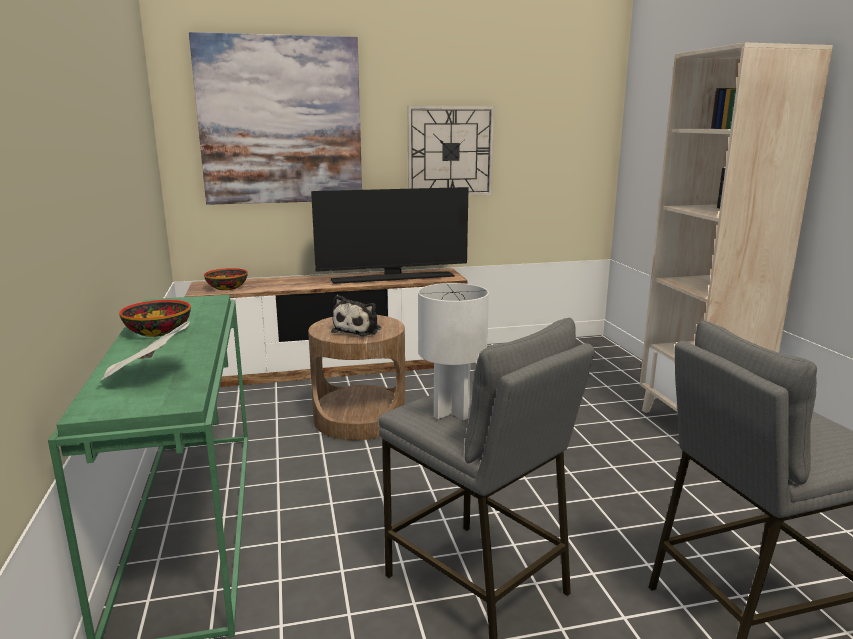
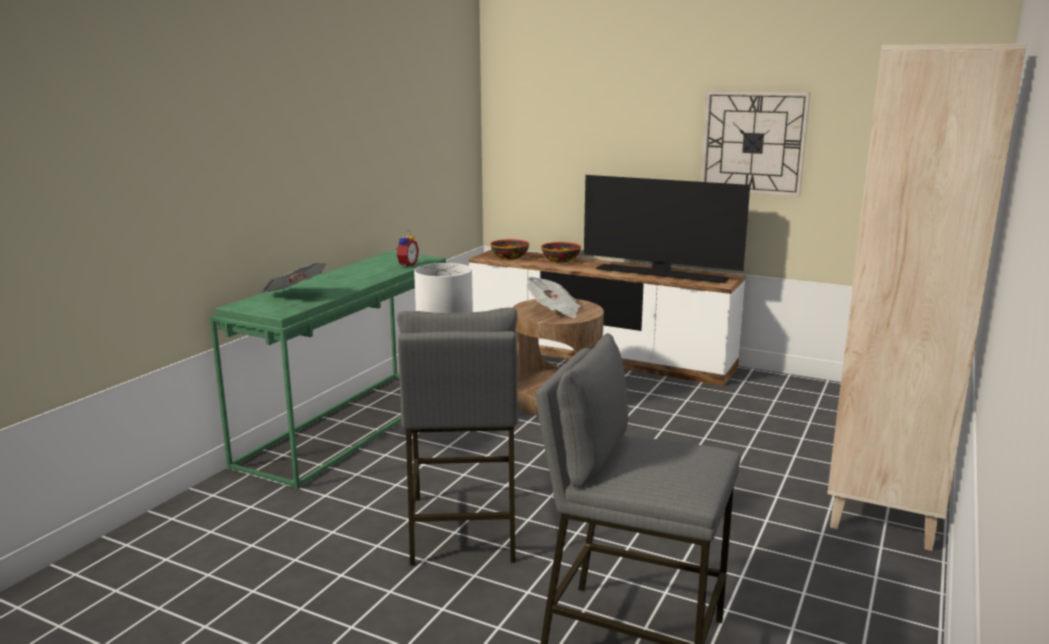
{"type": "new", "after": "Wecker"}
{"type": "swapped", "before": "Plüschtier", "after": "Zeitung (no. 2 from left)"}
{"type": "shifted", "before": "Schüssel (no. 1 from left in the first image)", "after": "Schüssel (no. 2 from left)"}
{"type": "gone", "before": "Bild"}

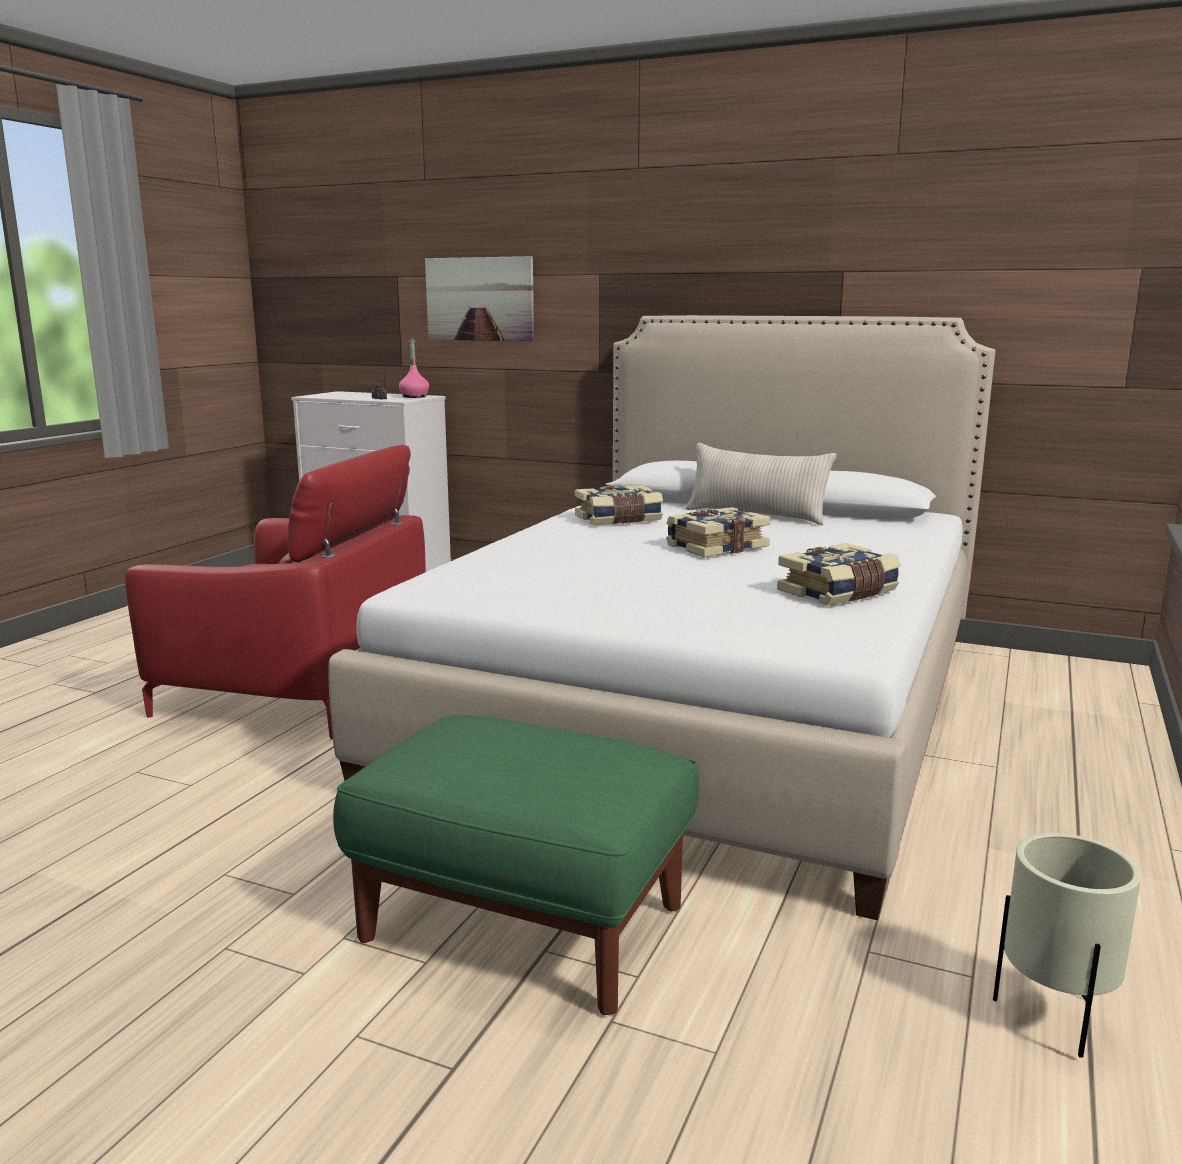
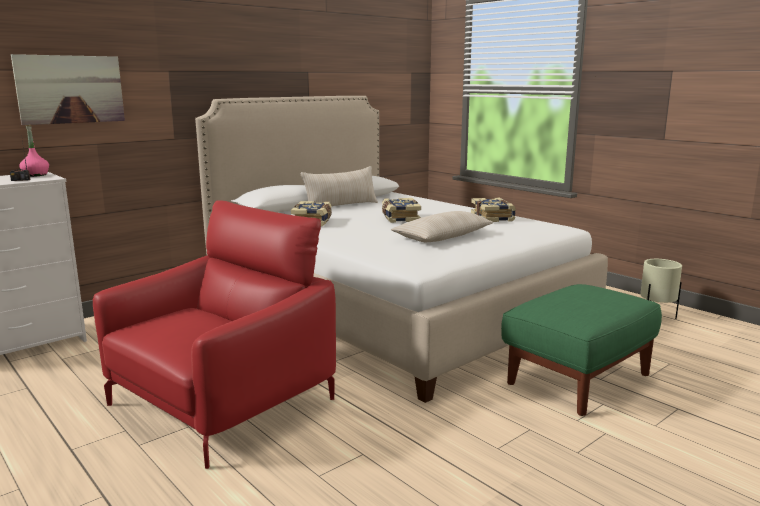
{"type": "new", "after": "Kissen [beige] (no. 2 from left)"}

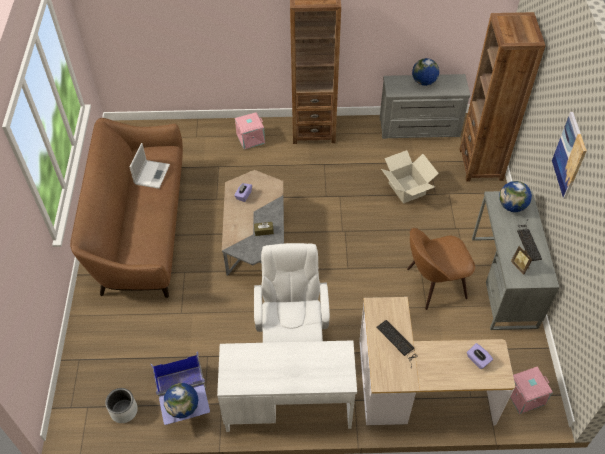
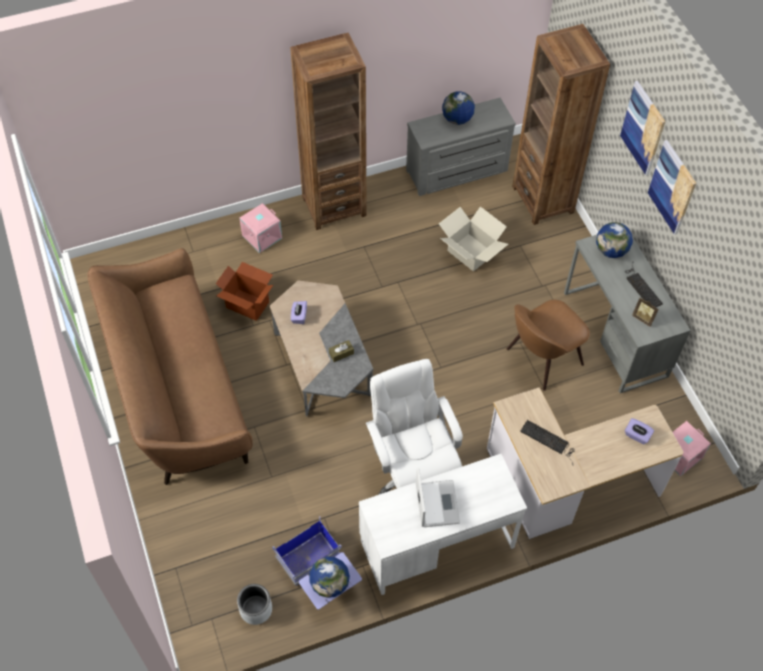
{"type": "new", "after": "Karton (no. 1 from left)"}
{"type": "shifted", "before": "Laptop"}
{"type": "new", "after": "Bild (no. 1 from left)"}

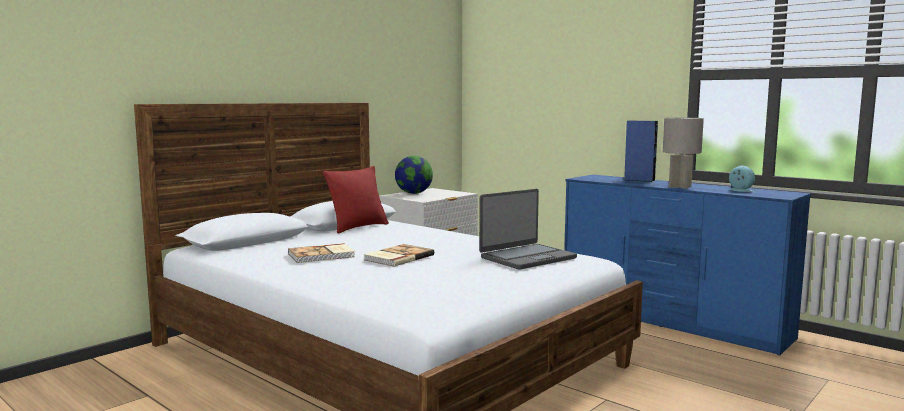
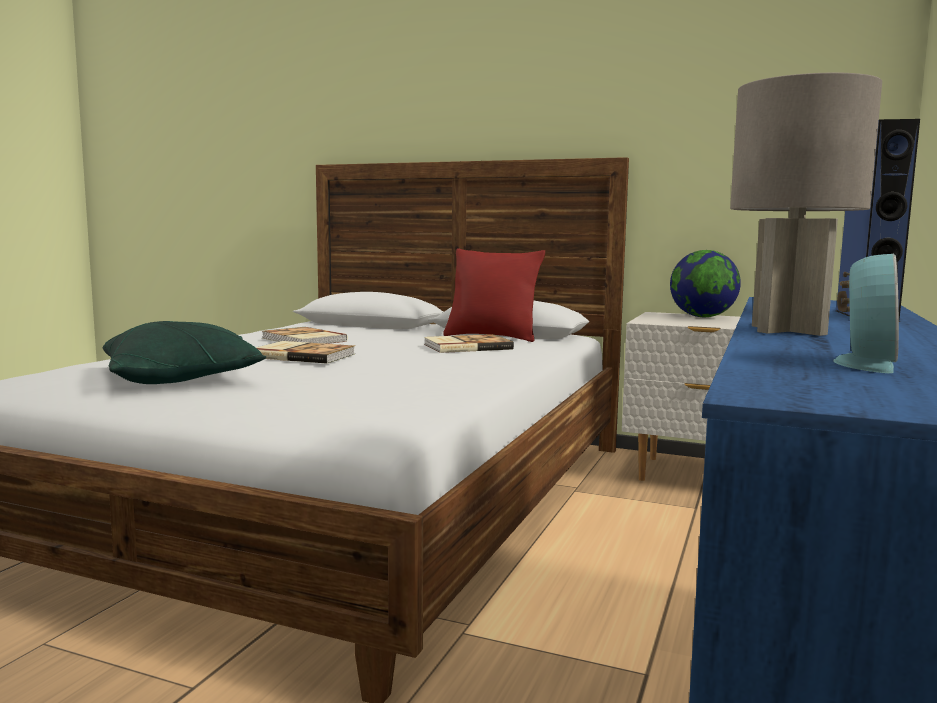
{"type": "new", "after": "Kissen [grün]"}
{"type": "new", "after": "Buch (no. 3 from left)"}
{"type": "gone", "before": "Laptop"}

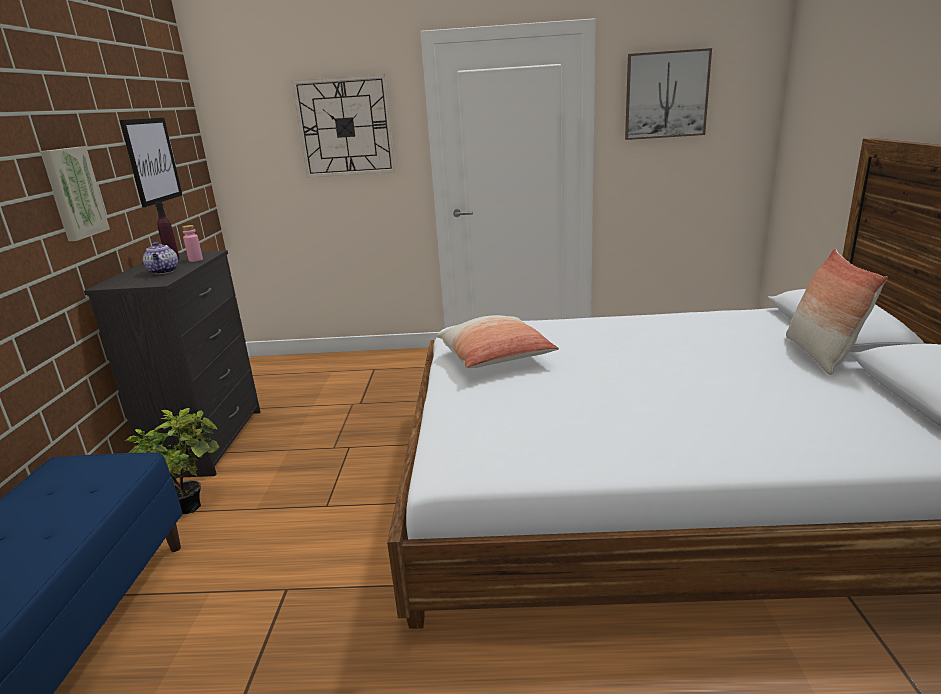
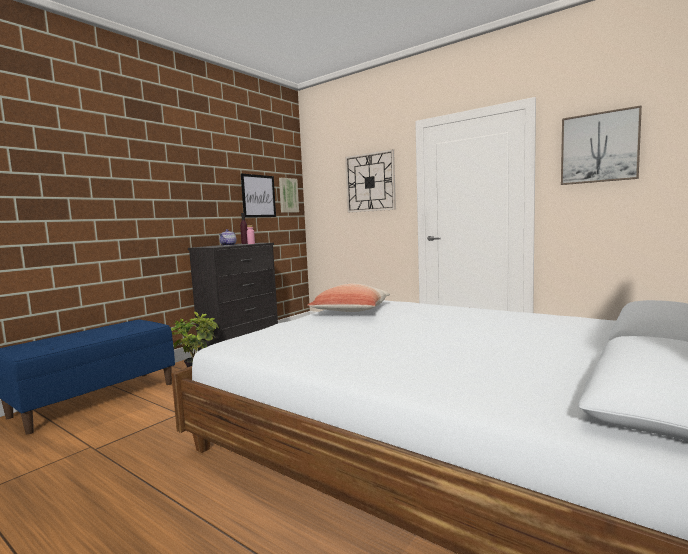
{"type": "shifted", "before": "Bild (no. 1 from left in the first image)", "after": "Bild (no. 2 from left)"}
{"type": "gone", "before": "Kissen (no. 2 from left)"}

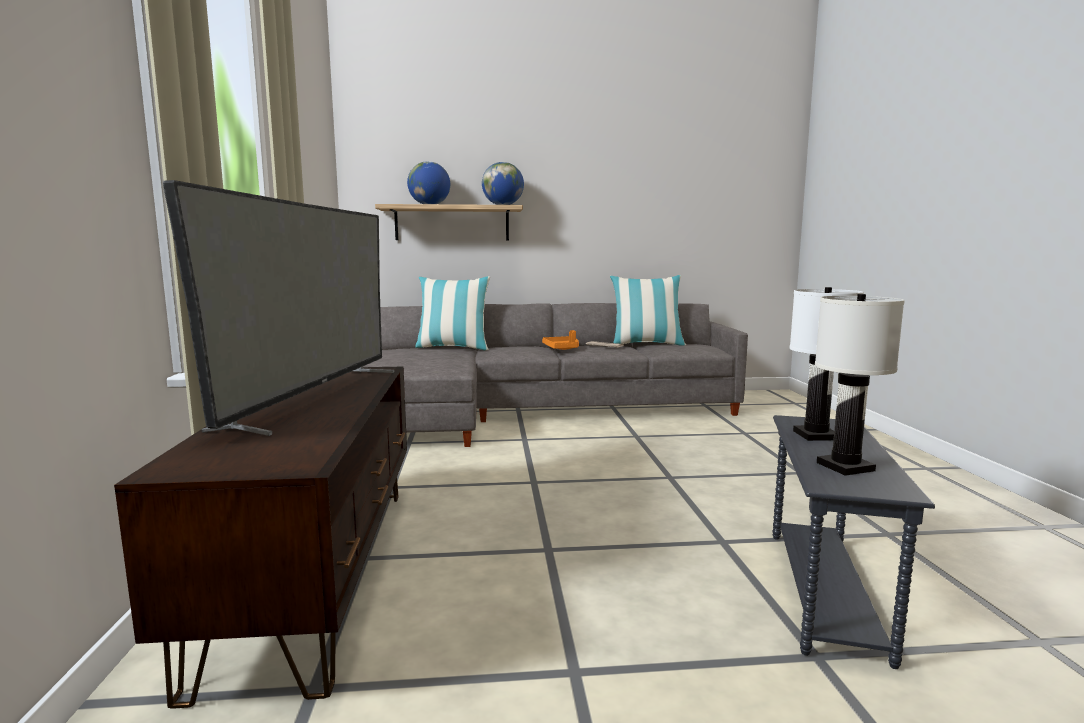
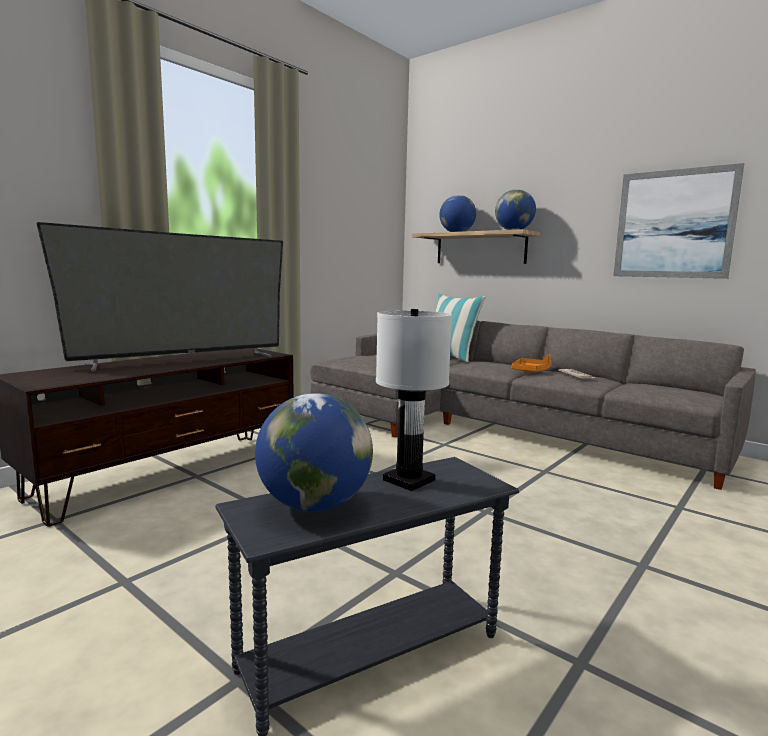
{"type": "swapped", "before": "Tischlampe [weiß] (no. 2 from left)", "after": "Globus (no. 1 from left)"}
{"type": "new", "after": "Bild"}
{"type": "gone", "before": "Kissen (no. 2 from left)"}

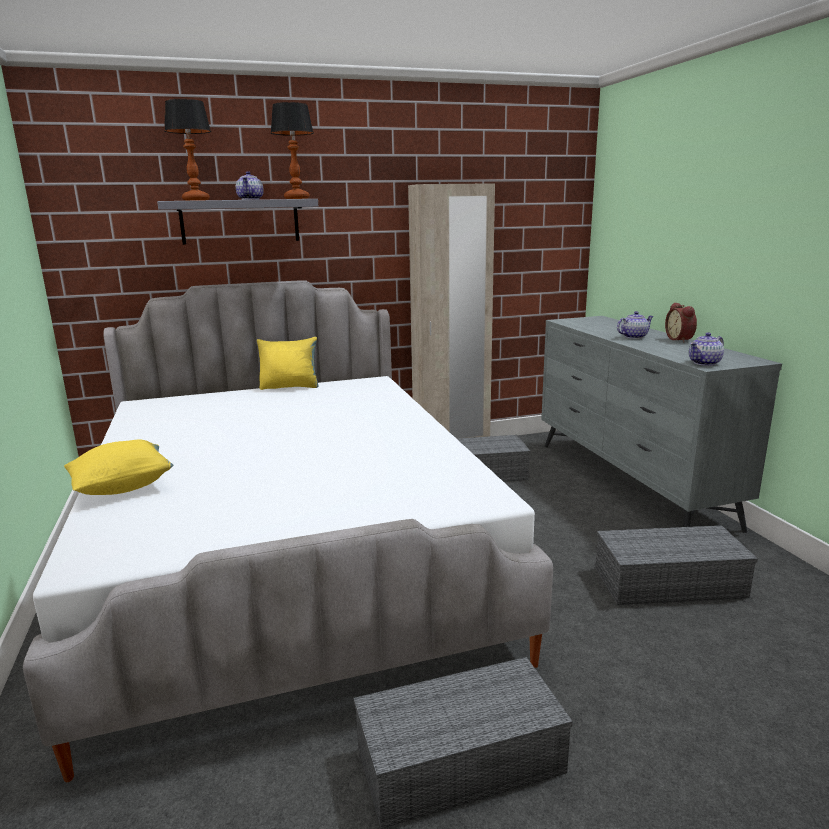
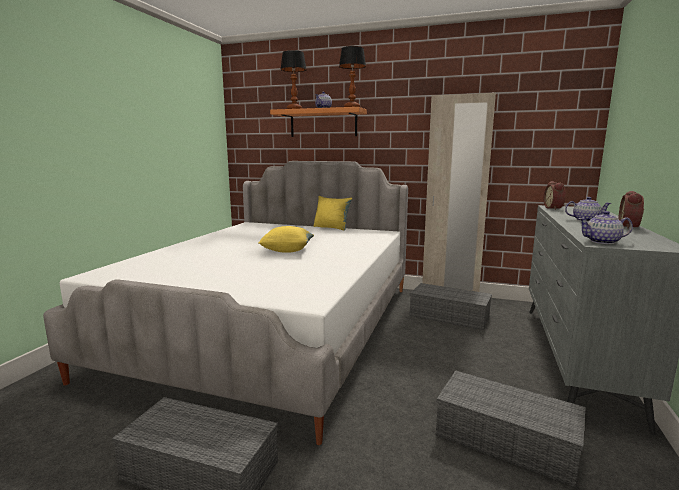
{"type": "shifted", "before": "Kissen [gelb] (no. 1 from left)"}
{"type": "repainted", "before": "Wandregal [grau]", "after": "Wandregal [orange]"}
{"type": "new", "after": "Wecker (no. 1 from left)"}

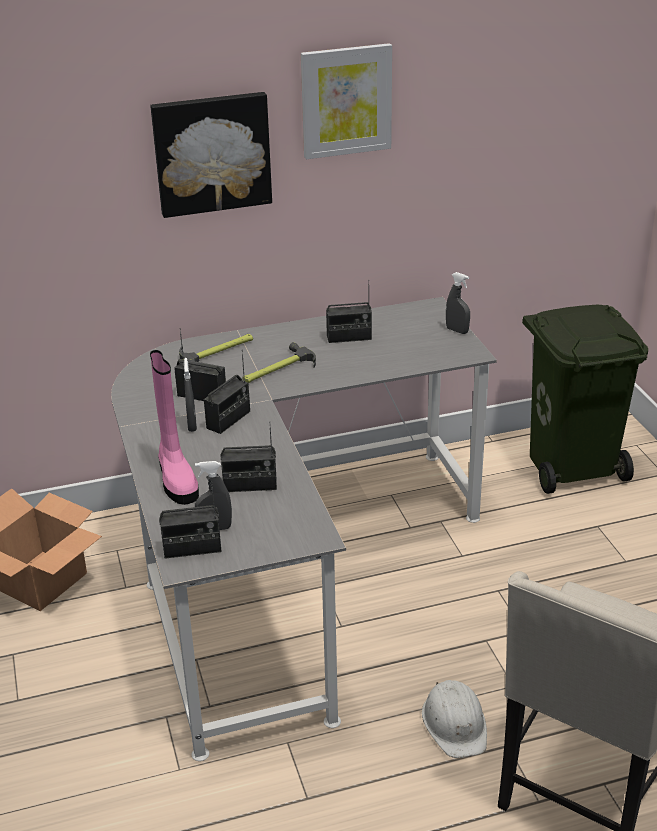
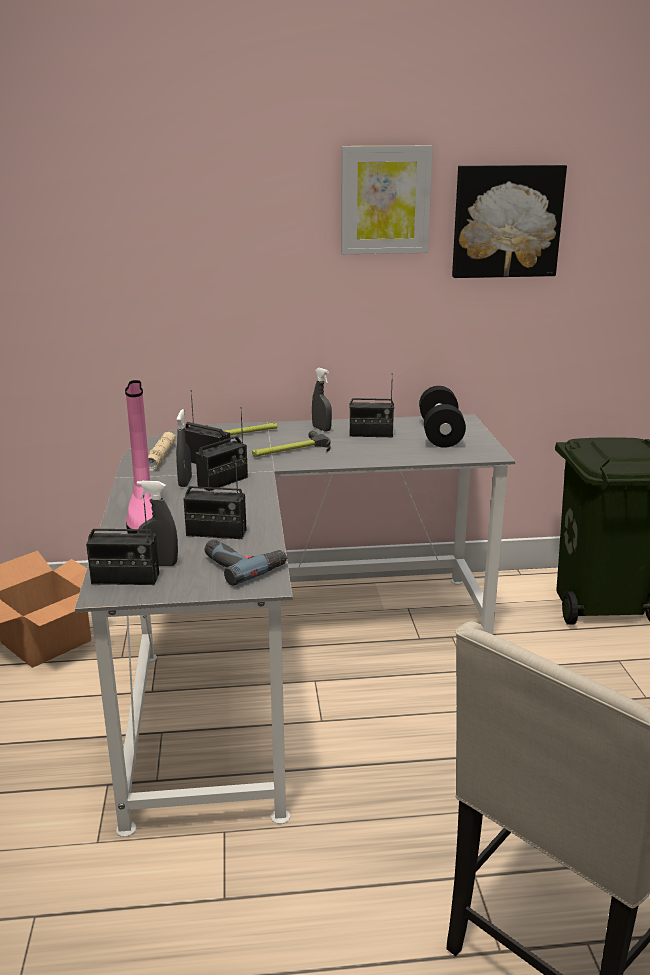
{"type": "new", "after": "Taschenlampe [beige]"}
{"type": "new", "after": "Bohrmaschine"}
{"type": "shifted", "before": "Sprühflasche [grau] (no. 3 from left)"}
{"type": "new", "after": "Hantel [schwarz]"}
{"type": "shifted", "before": "Bild (no. 1 from left in the first image)", "after": "Bild (no. 2 from left)"}
{"type": "gone", "before": "Schutzhelm [weiß]"}

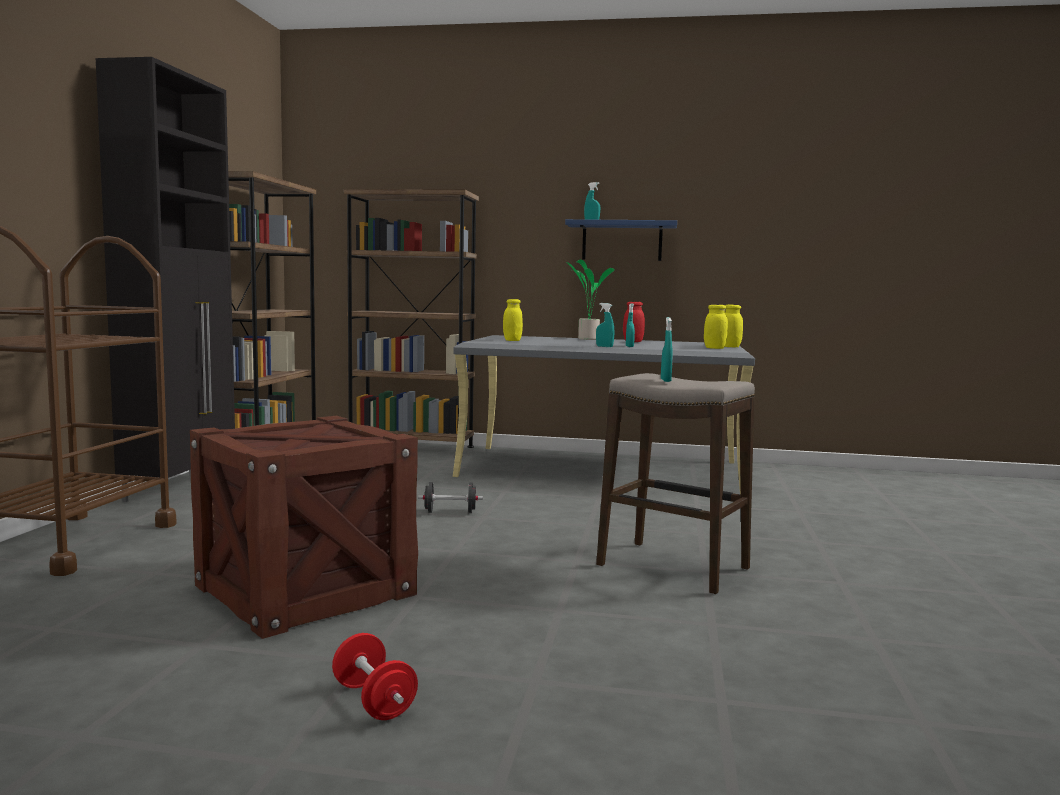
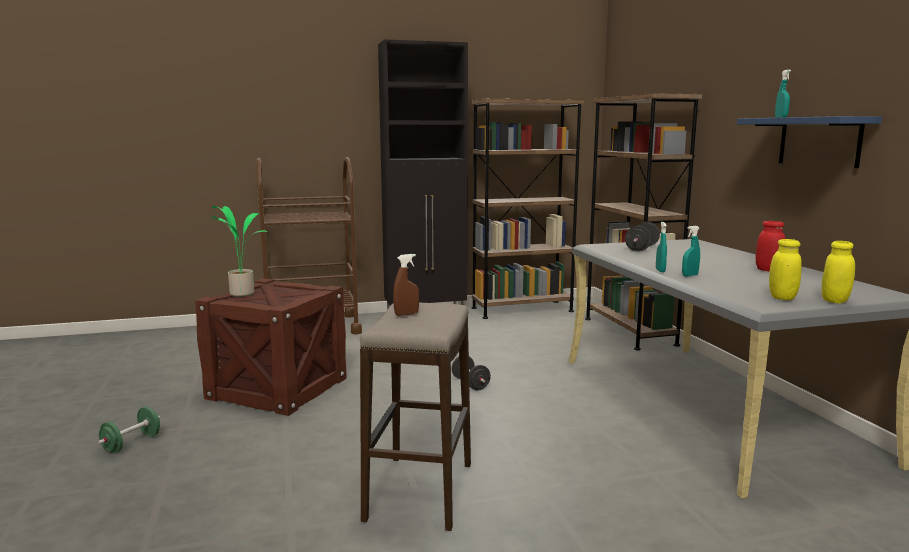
{"type": "repainted", "before": "Hantel [rot]", "after": "Hantel [grün]"}
{"type": "shifted", "before": "Topfpflanze"}
{"type": "repainted", "before": "Sprühflasche [türkis] (no. 4 from left)", "after": "Sprühflasche [braun]"}
{"type": "swapped", "before": "Vorratsglas [gelb] (no. 1 from left)", "after": "Hantel [schwarz] (no. 2 from left)"}

